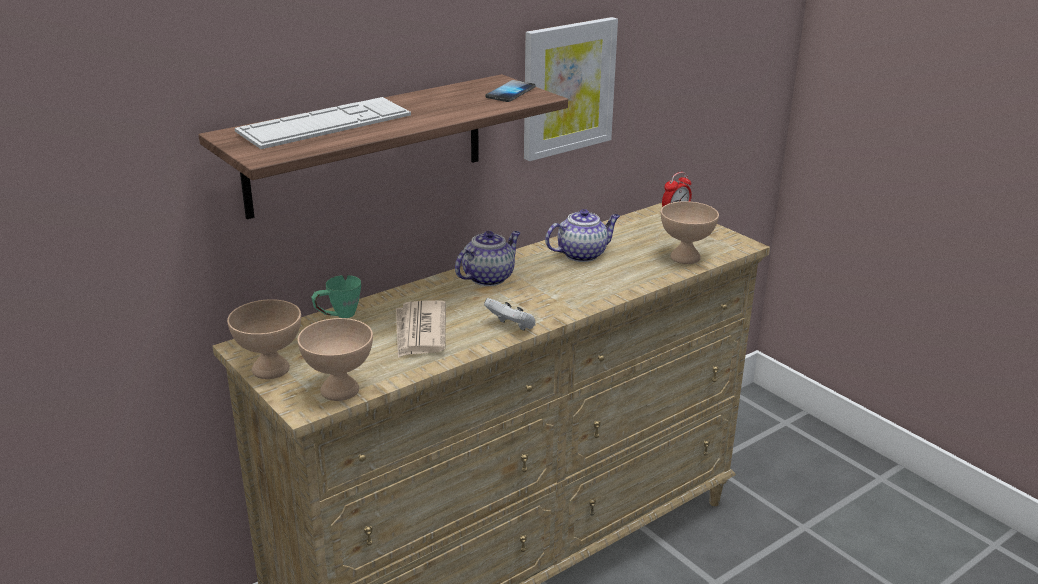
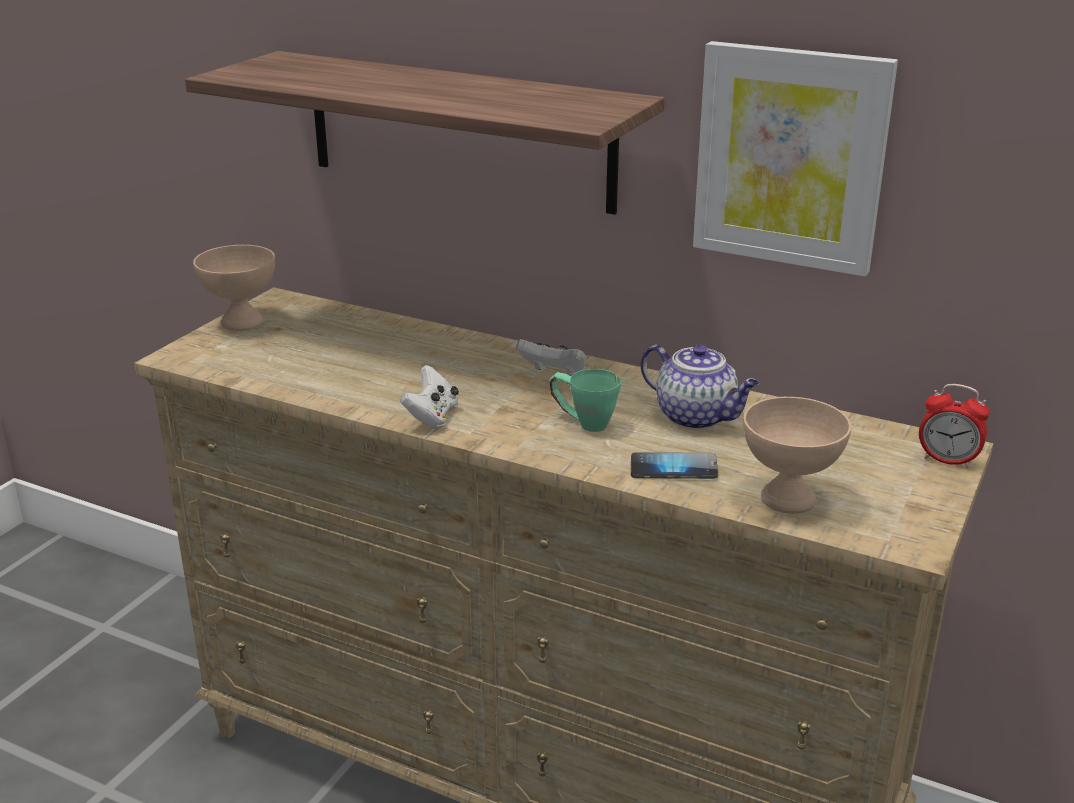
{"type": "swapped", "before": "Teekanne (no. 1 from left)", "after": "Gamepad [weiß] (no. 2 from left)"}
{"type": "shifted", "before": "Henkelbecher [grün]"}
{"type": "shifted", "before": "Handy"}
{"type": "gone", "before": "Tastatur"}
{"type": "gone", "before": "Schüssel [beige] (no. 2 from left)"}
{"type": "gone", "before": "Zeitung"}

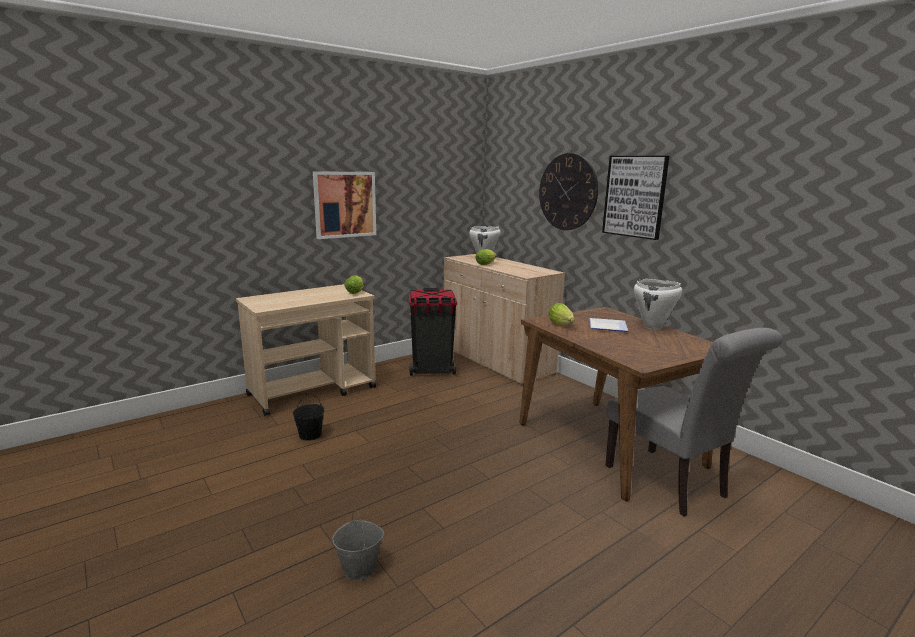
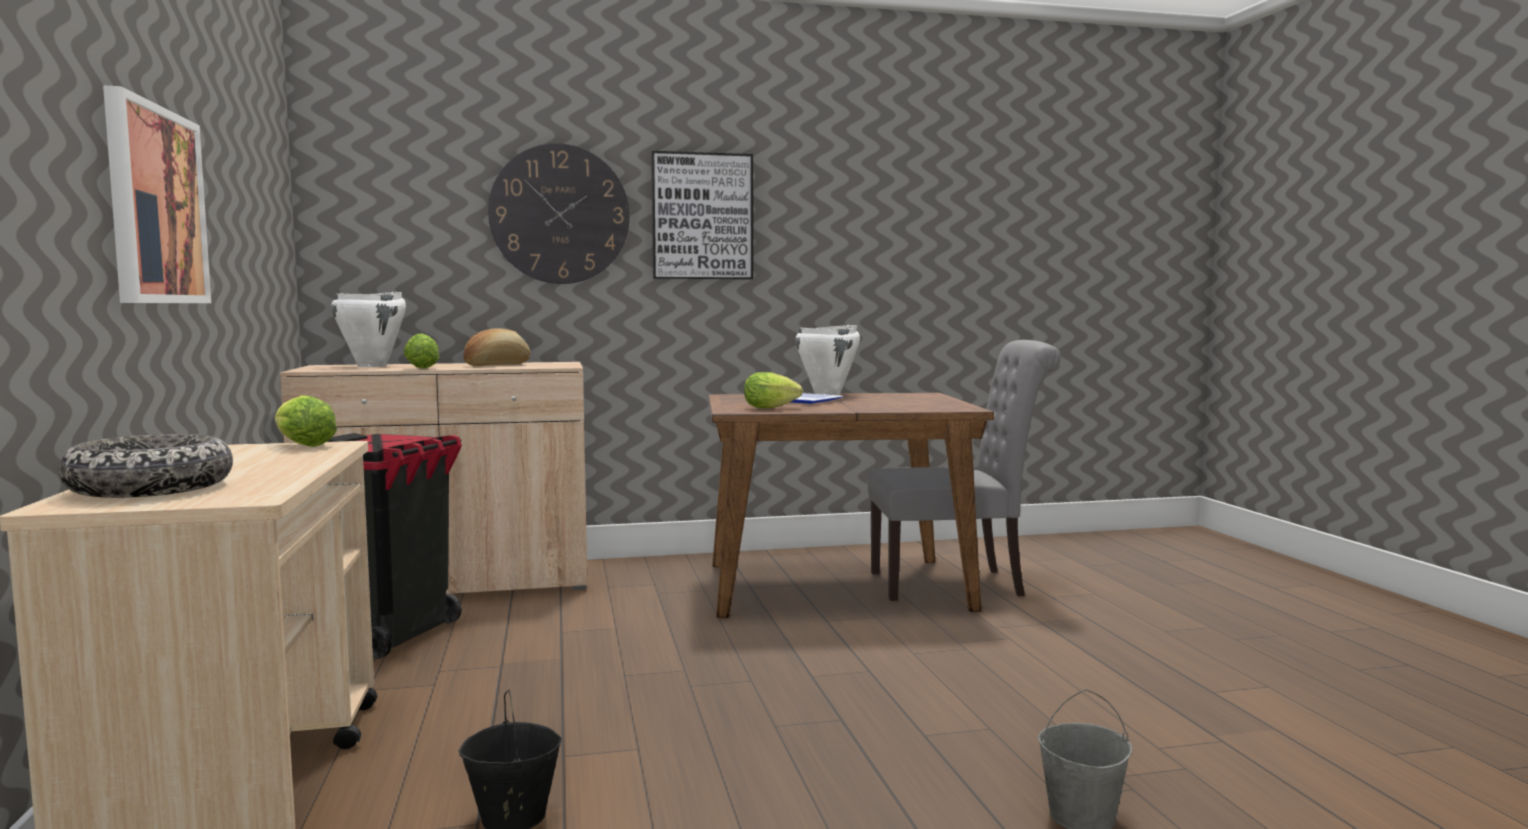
{"type": "new", "after": "Schüssel"}
{"type": "new", "after": "Brot"}

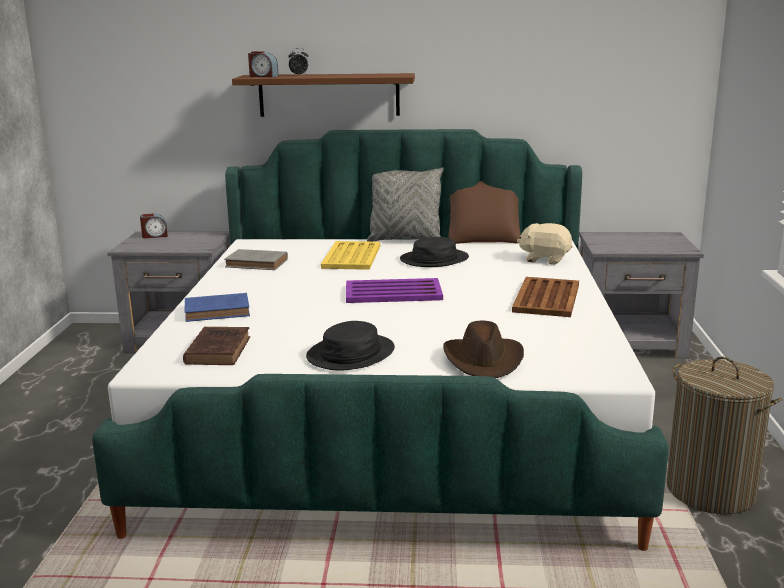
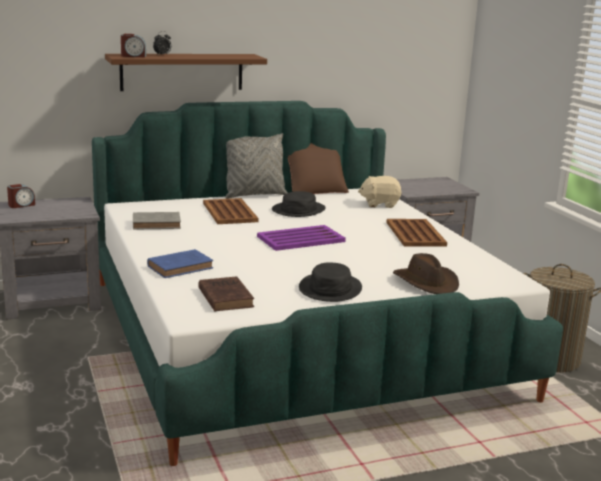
{"type": "repainted", "before": "Tablett [gelb]", "after": "Tablett [braun] (no. 1 from left)"}

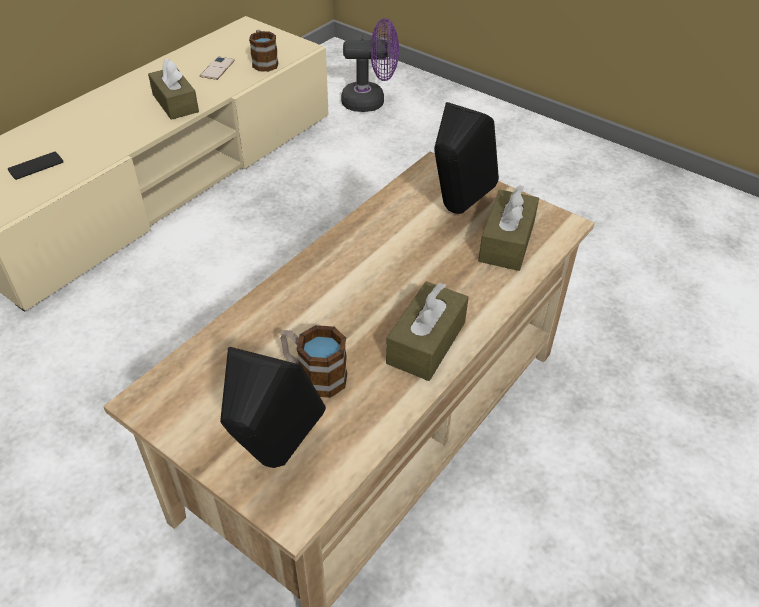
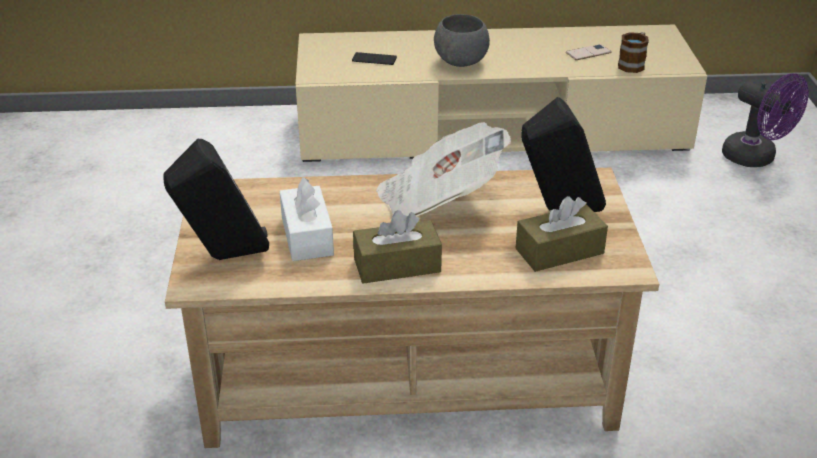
{"type": "swapped", "before": "Henkelbecher (no. 2 from left)", "after": "Taschentuchbox [weiß]"}
{"type": "new", "after": "Zeitung"}
{"type": "new", "after": "Schüssel [grau]"}
{"type": "gone", "before": "Taschentuchbox [braun] (no. 1 from left)"}

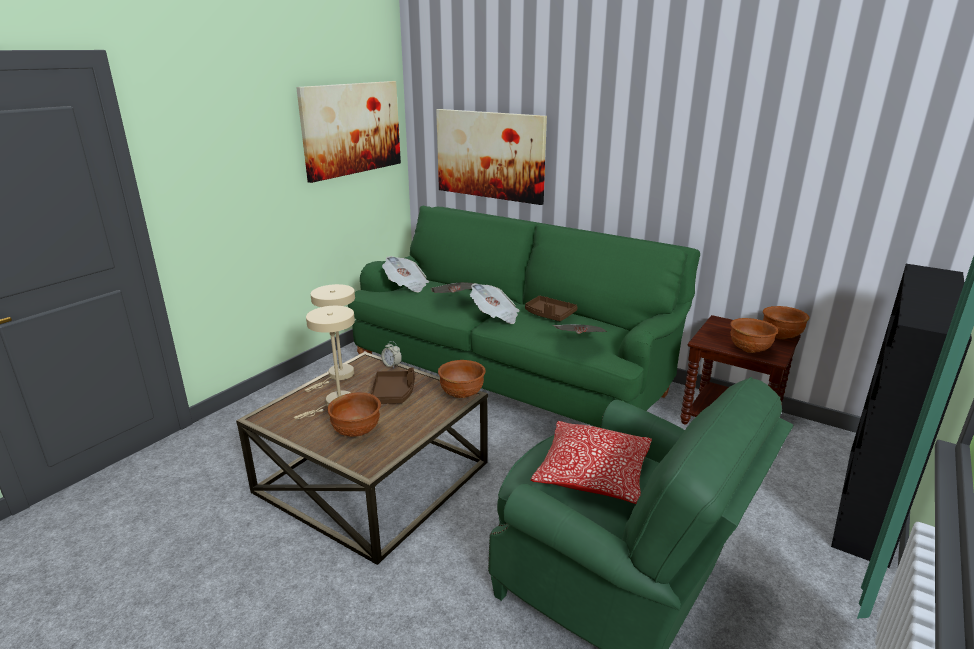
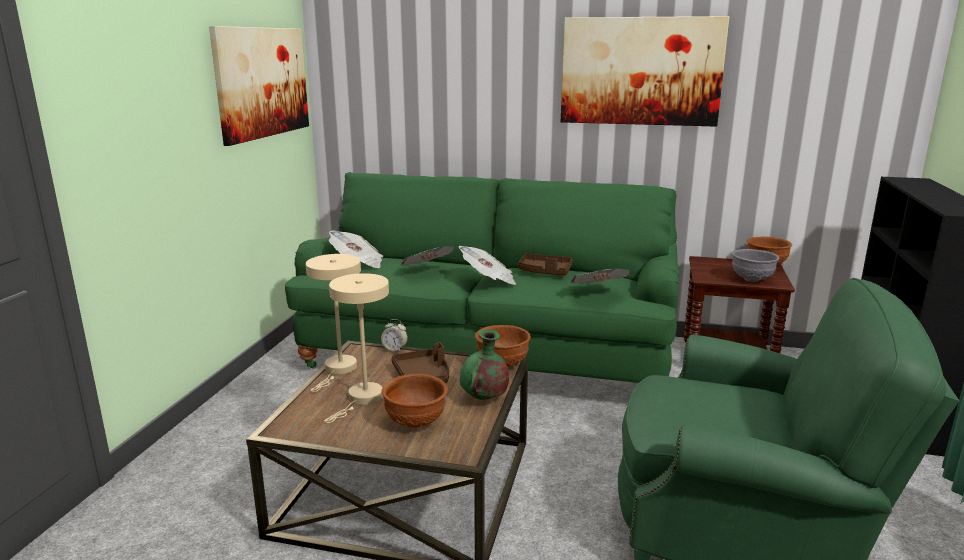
{"type": "new", "after": "Vase [grün]"}
{"type": "shifted", "before": "Bild (no. 2 from left)"}
{"type": "repainted", "before": "Schüssel [braun] (no. 3 from left)", "after": "Schüssel [grau]"}
{"type": "gone", "before": "Kissen"}

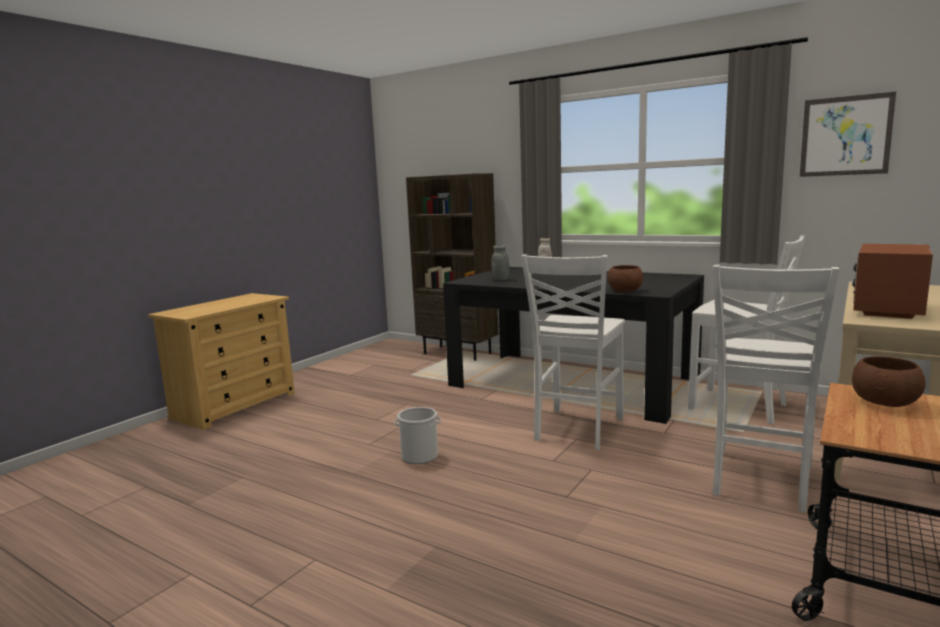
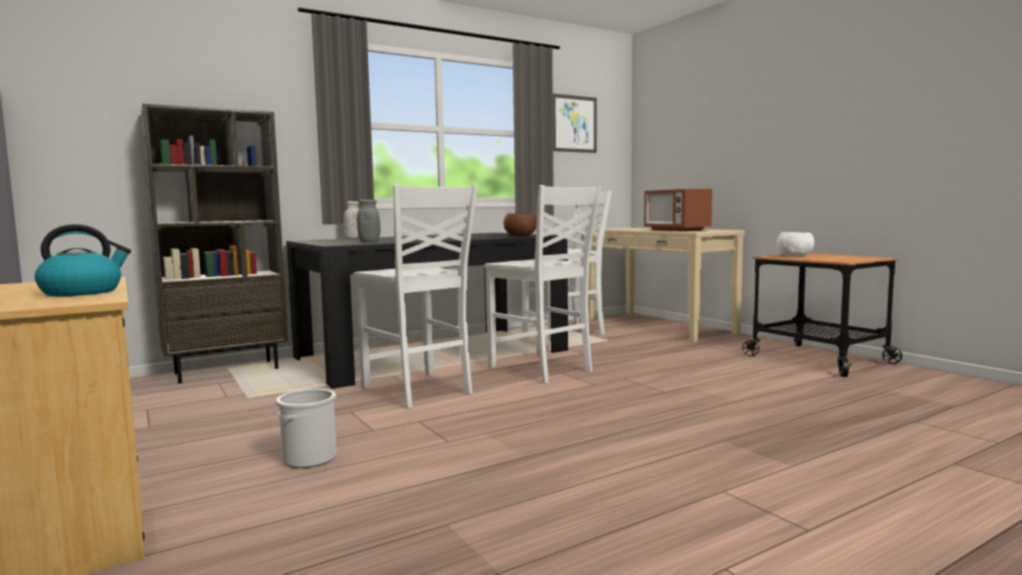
{"type": "new", "after": "Wasserkessel"}
{"type": "shifted", "before": "Eimer"}
{"type": "shifted", "before": "Stuhl [weiß] (no. 3 from left in the first image)", "after": "Stuhl [weiß] (no. 1 from left)"}
{"type": "repainted", "before": "Schüssel [braun] (no. 2 from left)", "after": "Schüssel [weiß]"}

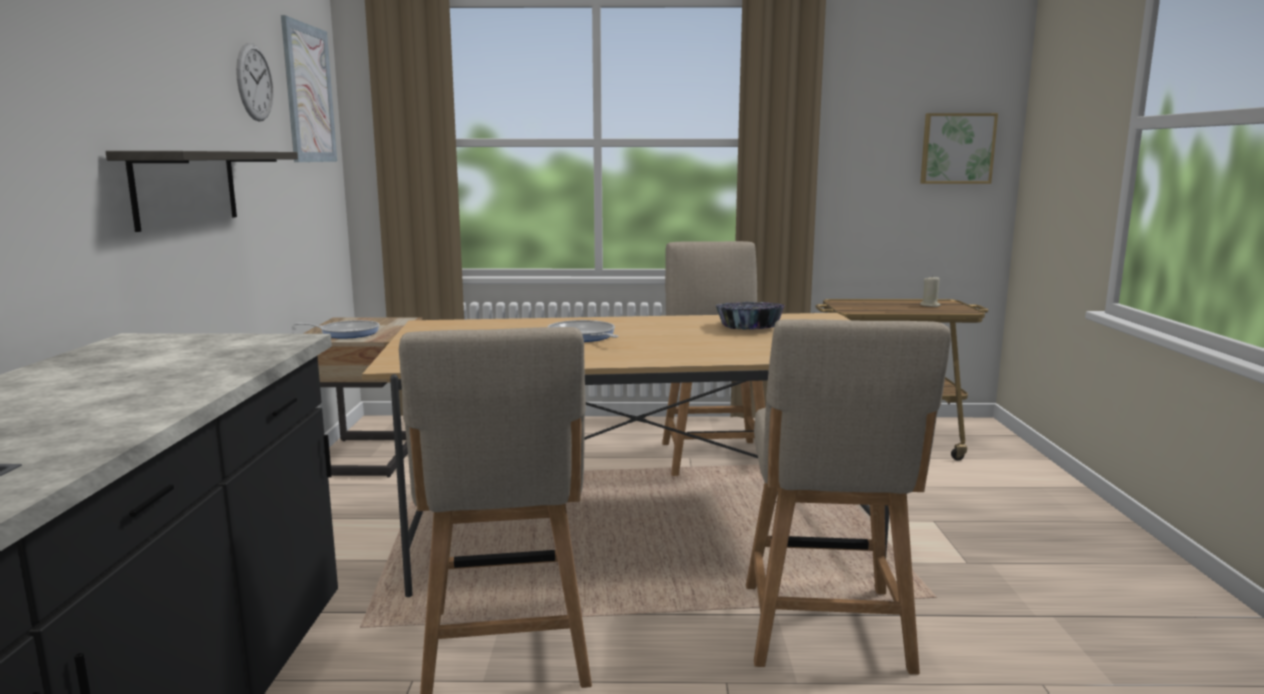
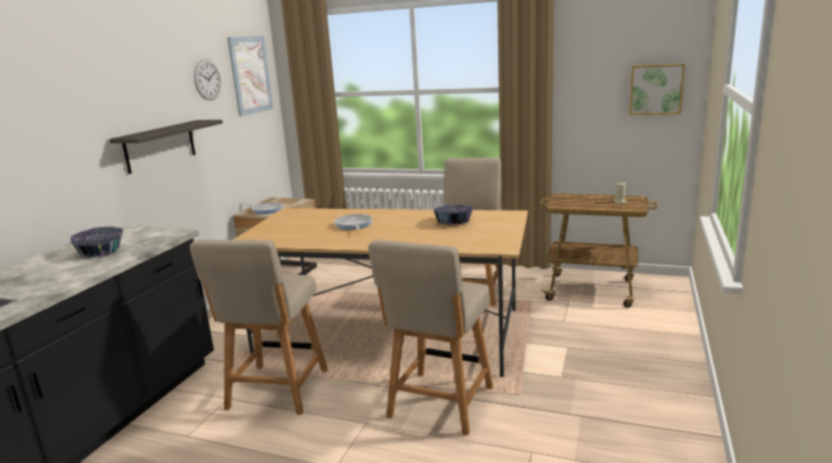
{"type": "new", "after": "Schüssel (no. 1 from left)"}

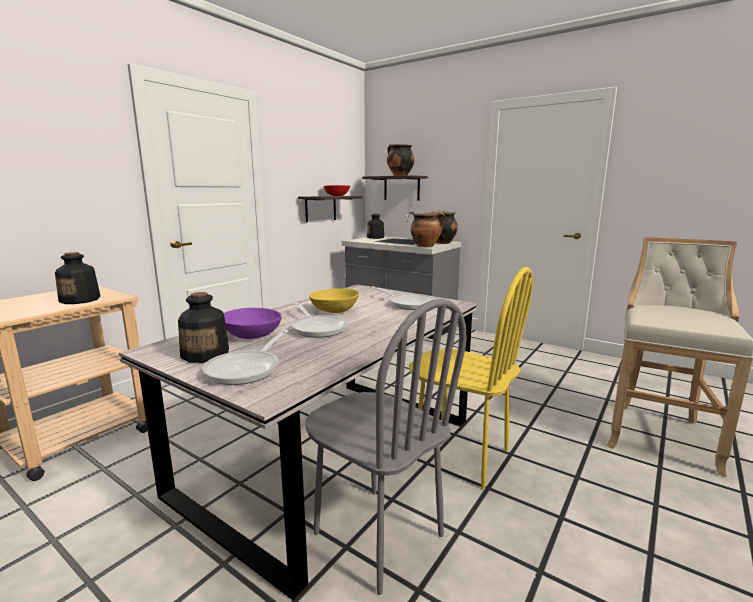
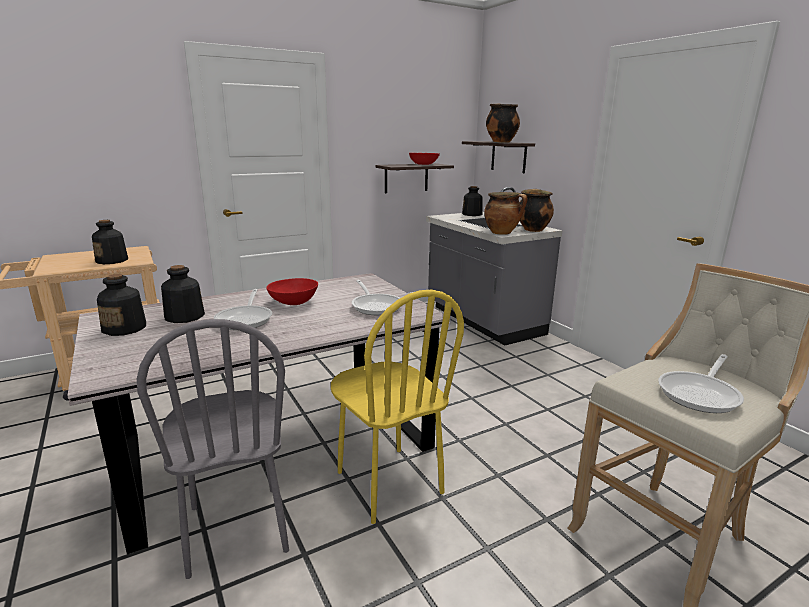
{"type": "swapped", "before": "Schüssel [lila]", "after": "Flasche (no. 3 from left)"}
{"type": "repainted", "before": "Schüssel [gelb]", "after": "Schüssel [rot] (no. 1 from left)"}
{"type": "shifted", "before": "Pfanne (no. 1 from left in the first image)", "after": "Pfanne (no. 3 from left)"}

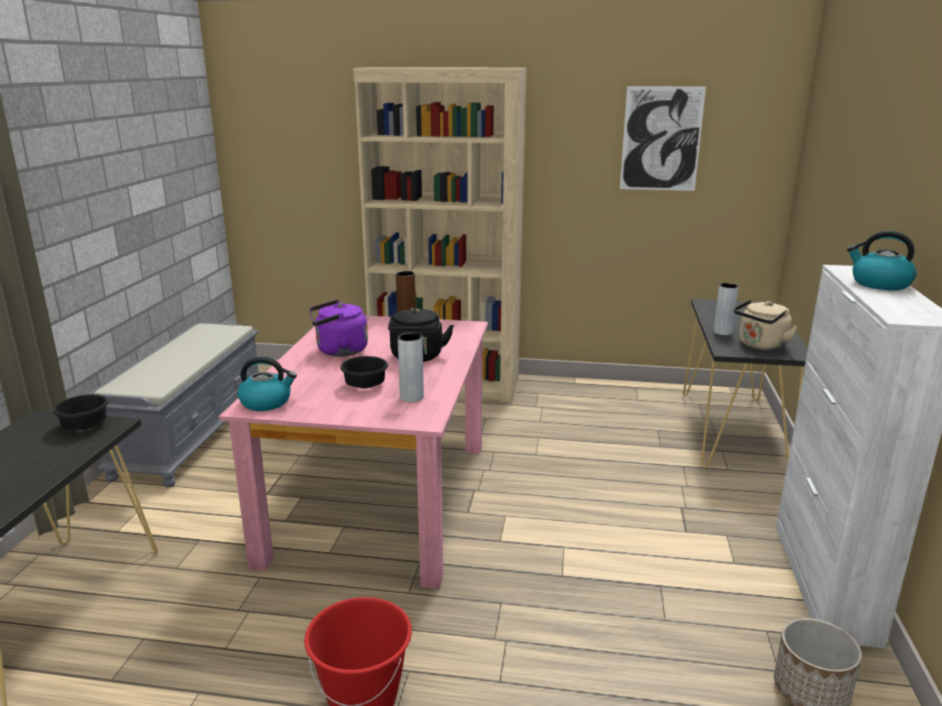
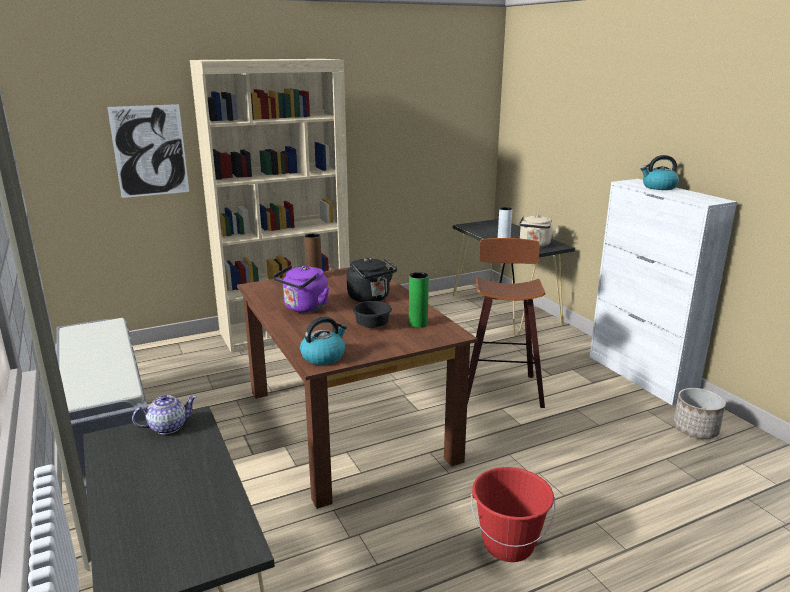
{"type": "shifted", "before": "Bild"}
{"type": "swapped", "before": "Schüssel [schwarz] (no. 1 from left)", "after": "Teekanne"}
{"type": "repainted", "before": "Esstisch [rosa]", "after": "Esstisch [braun]"}
{"type": "repainted", "before": "Vase [grau] (no. 1 from left)", "after": "Vase [grün]"}
{"type": "new", "after": "Hocker"}

